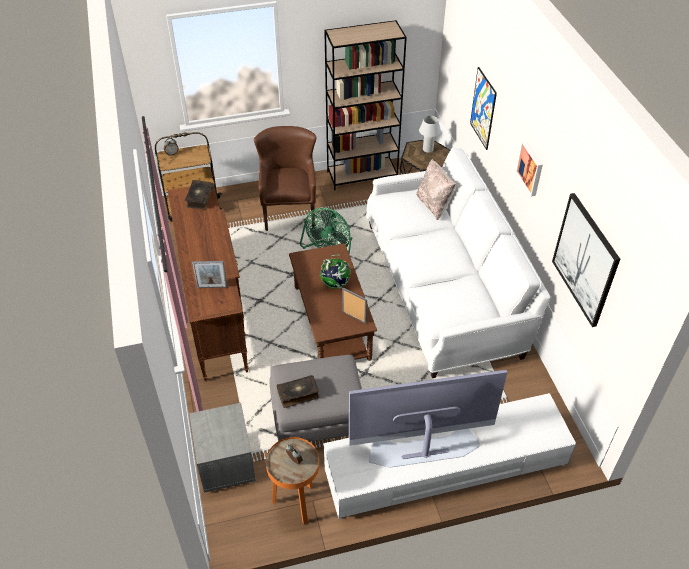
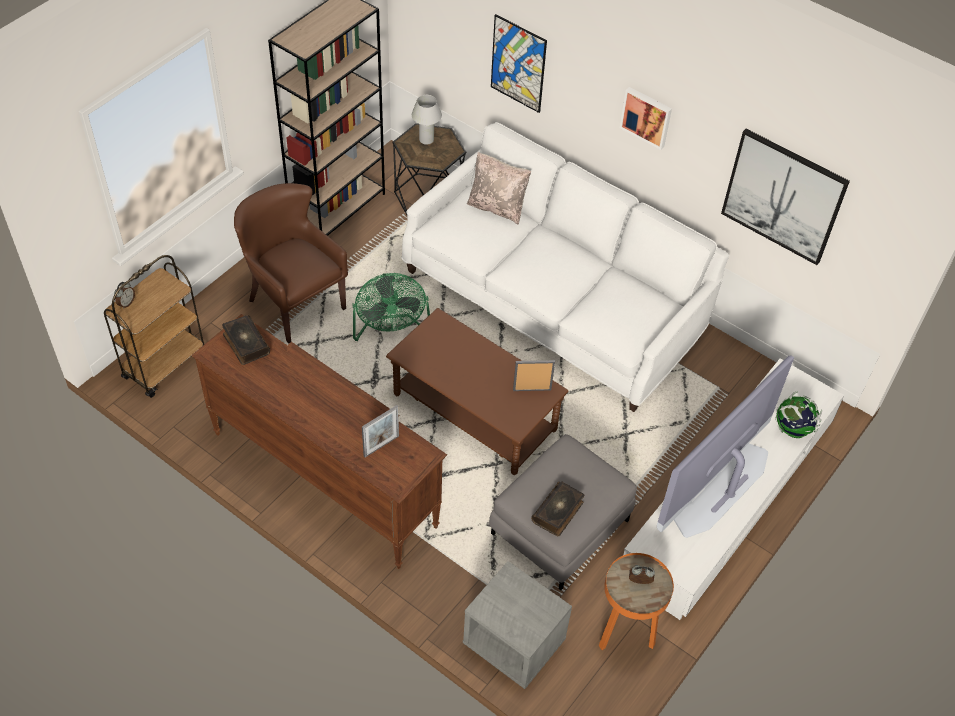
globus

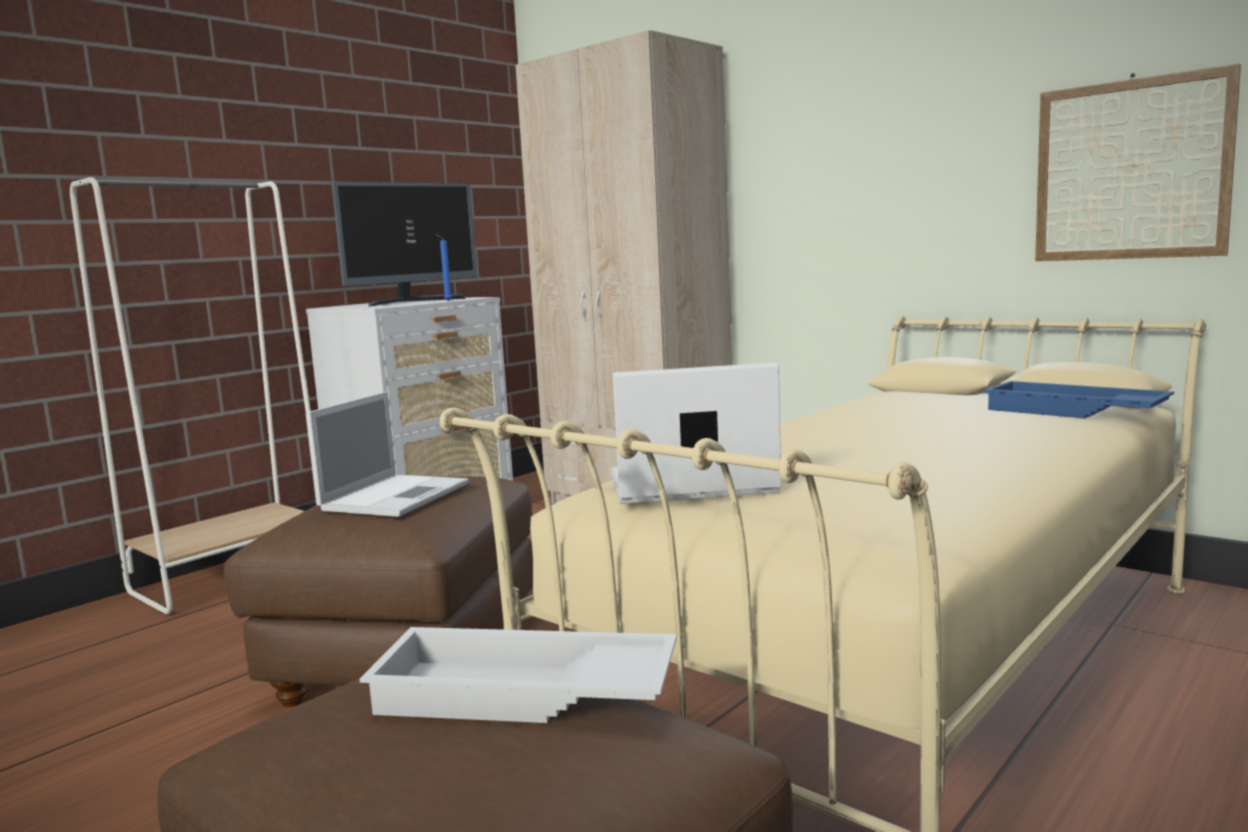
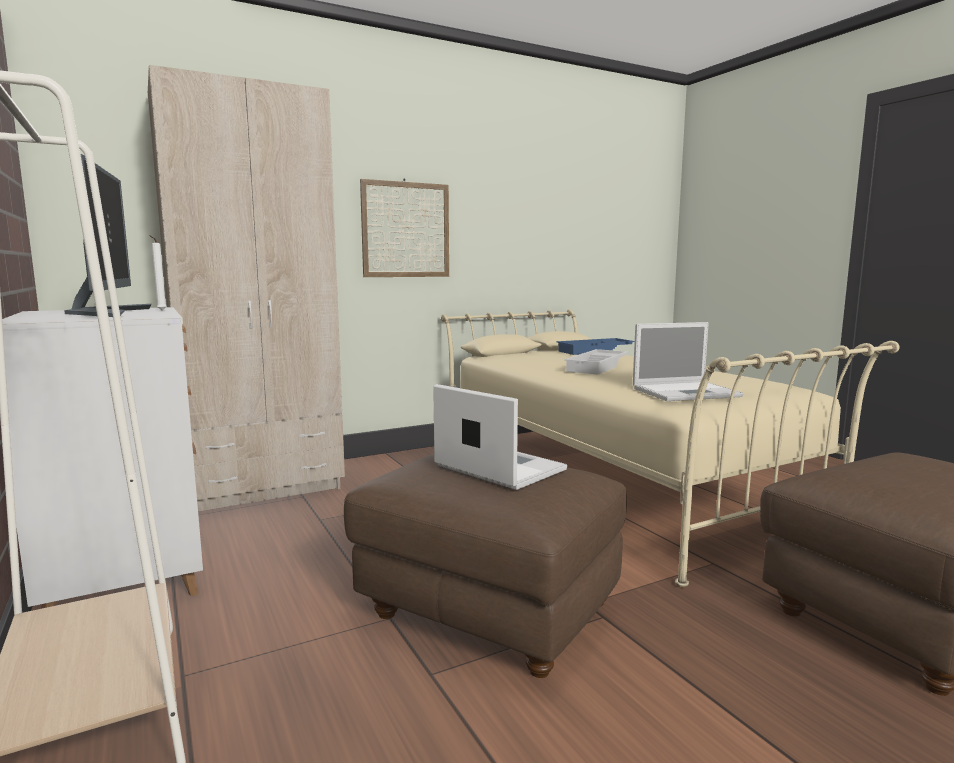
świeca/biały; obraz; taca/biały; laptop (no. 2 from left)

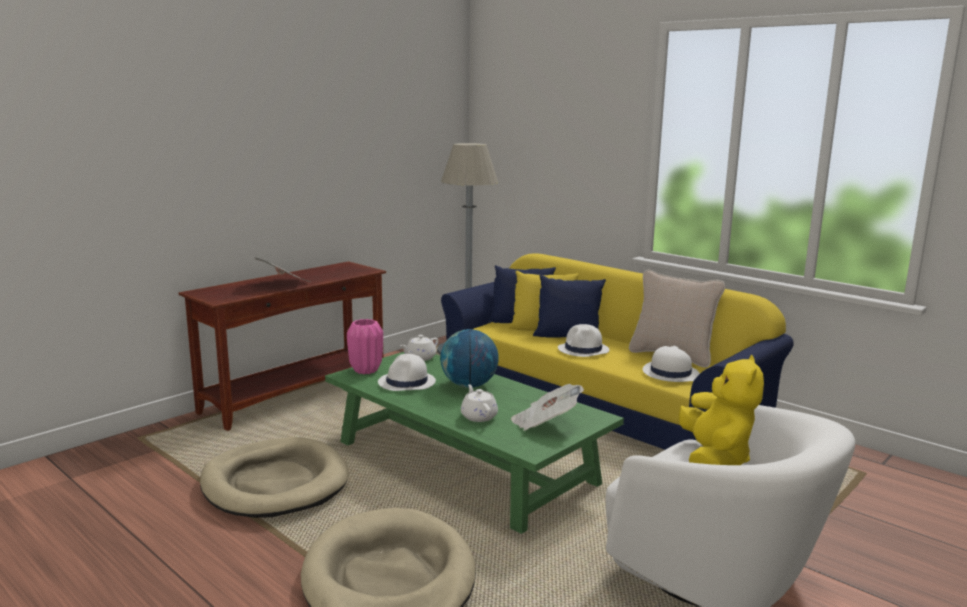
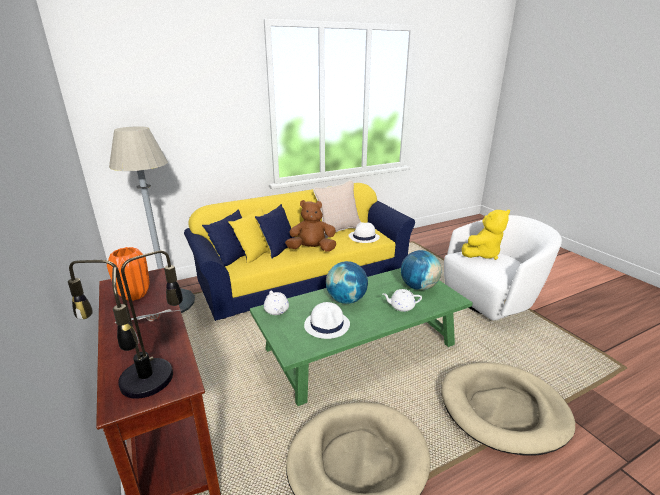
lampa stołowa; wazon/pomarańczowy; pluszak/brązowy; globus (no. 2 from left); pluszak/żółty; wazon/różowy

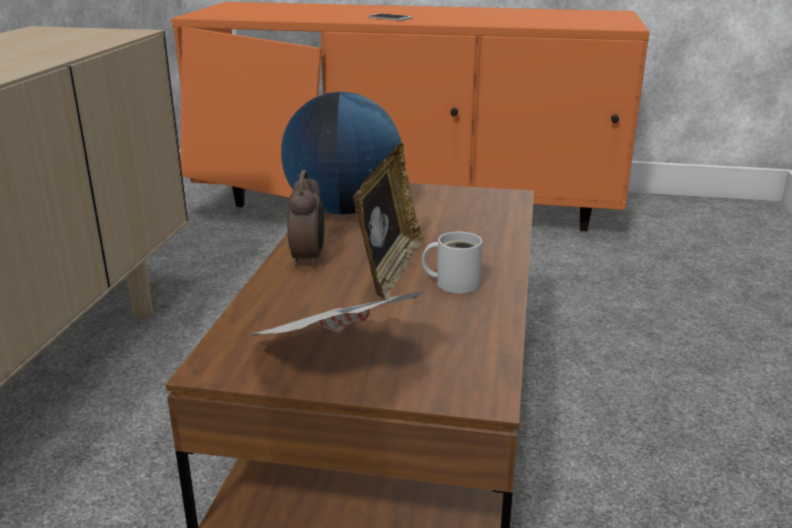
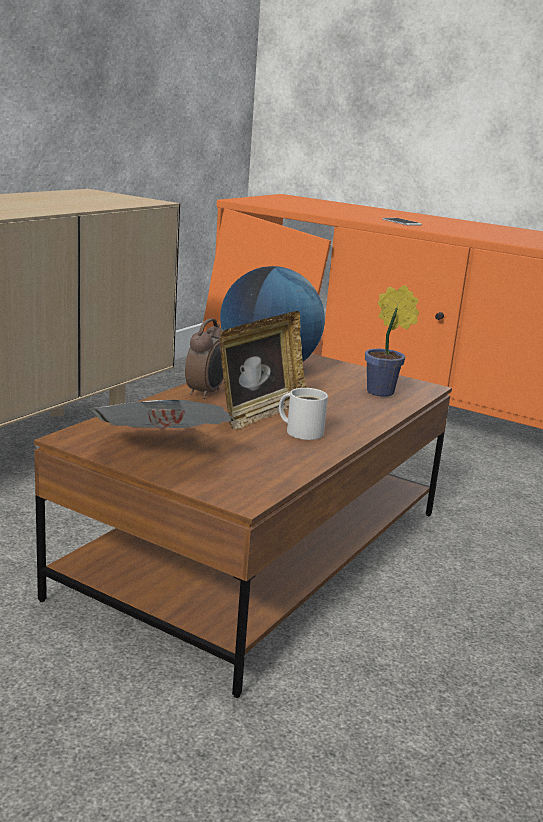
roślina doniczkowa

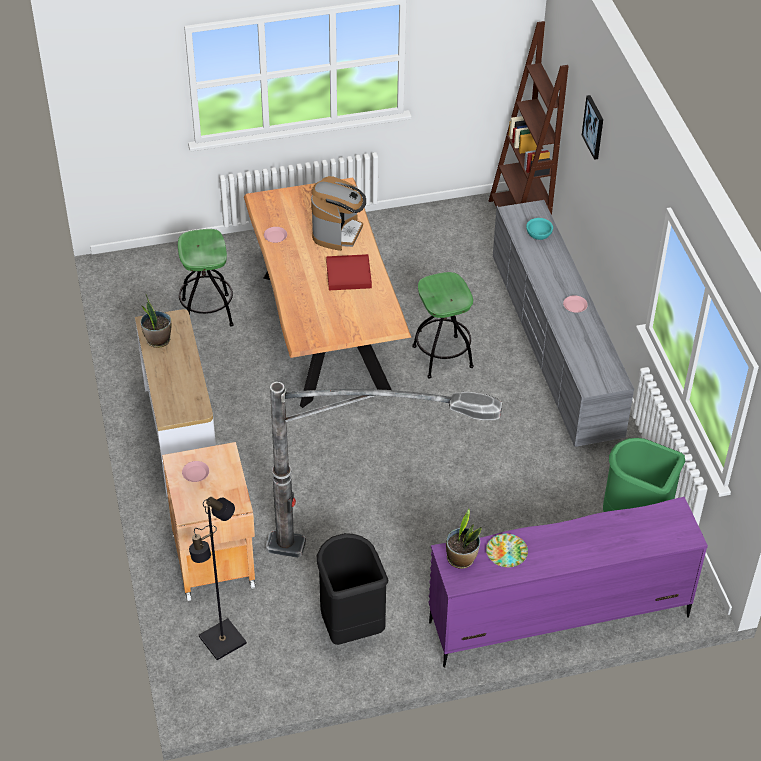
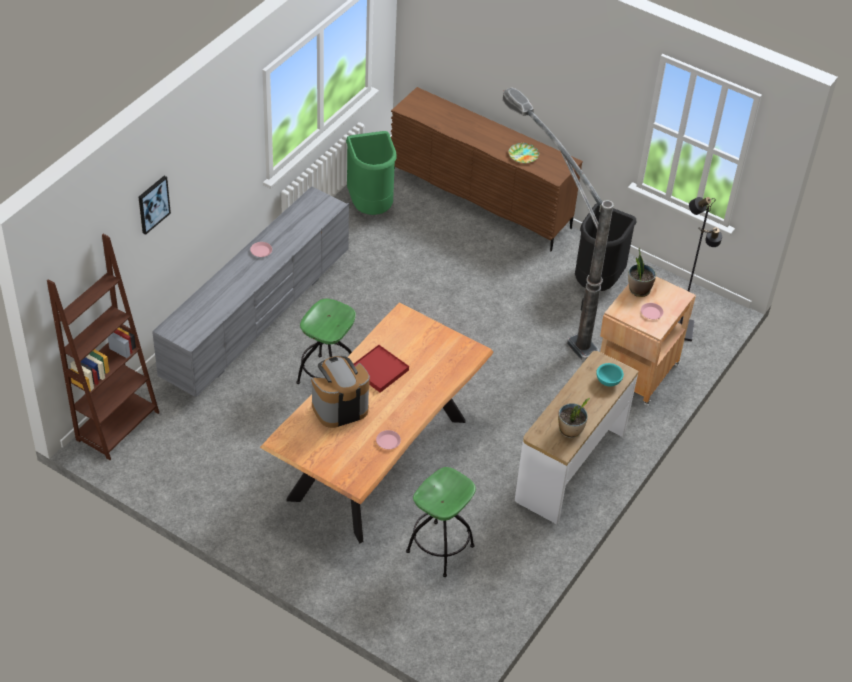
komoda/brązowy; miska/turkusowy; roślina doniczkowa (no. 2 from left)

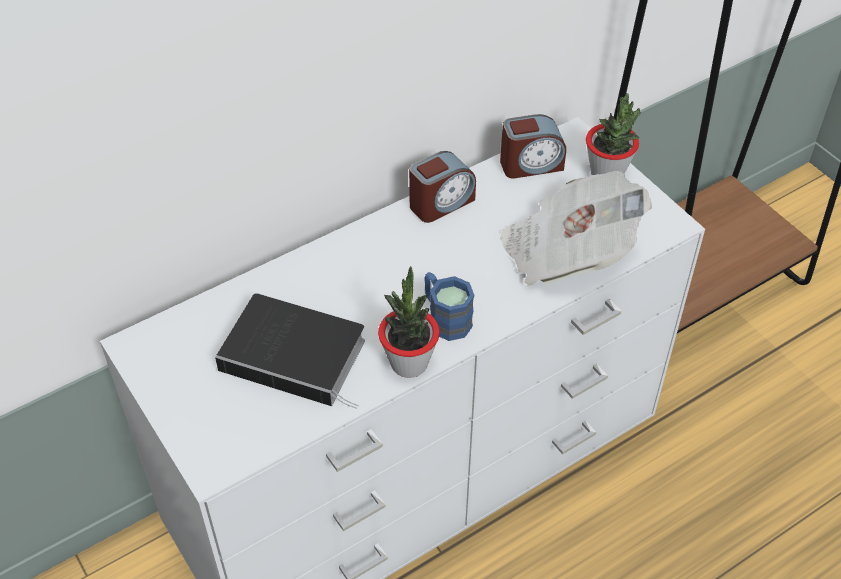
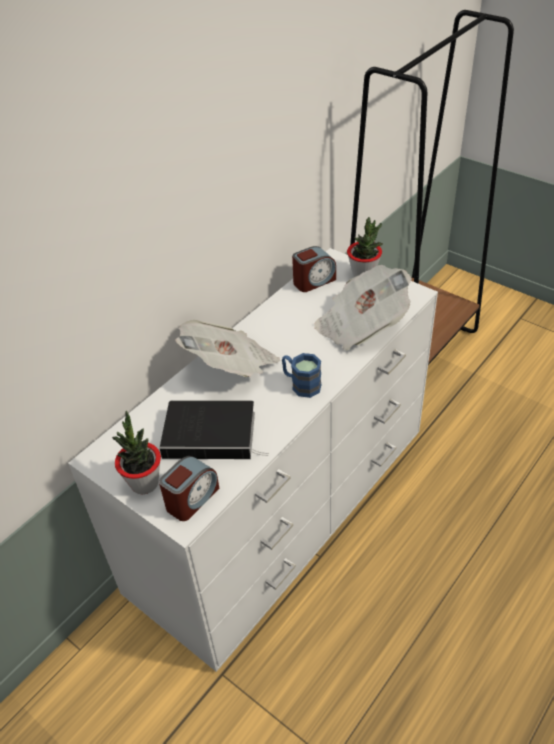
roślina doniczkowa (no. 1 from left); budzik (no. 1 from left); gazeta (no. 1 from left)

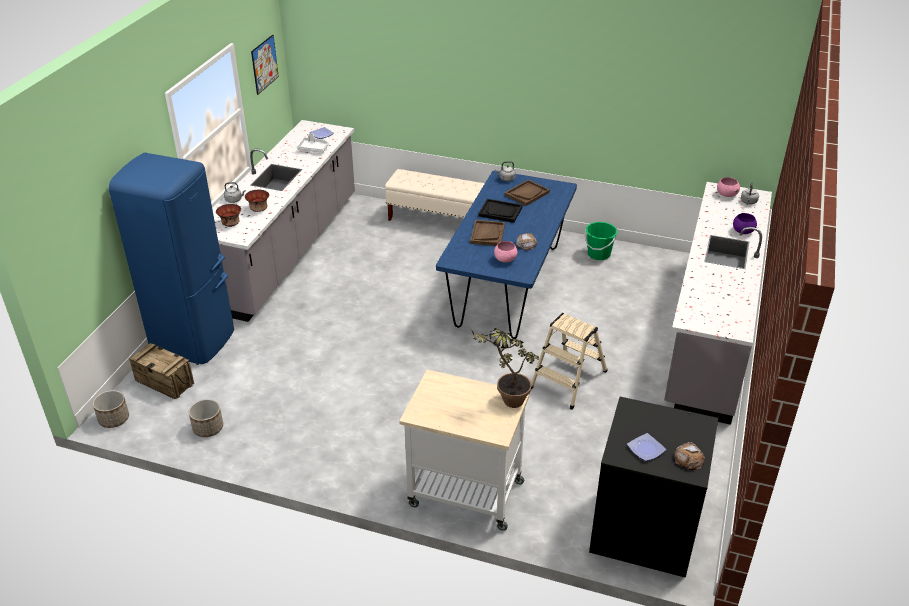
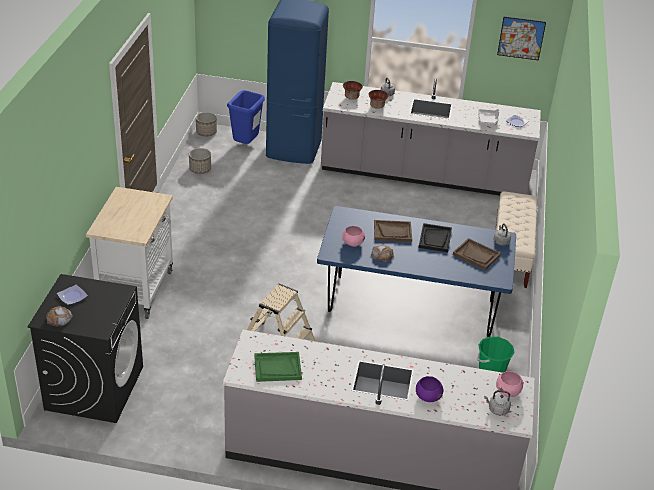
kosz na śmieci/niebieski; taca/zielony; roślina doniczkowa

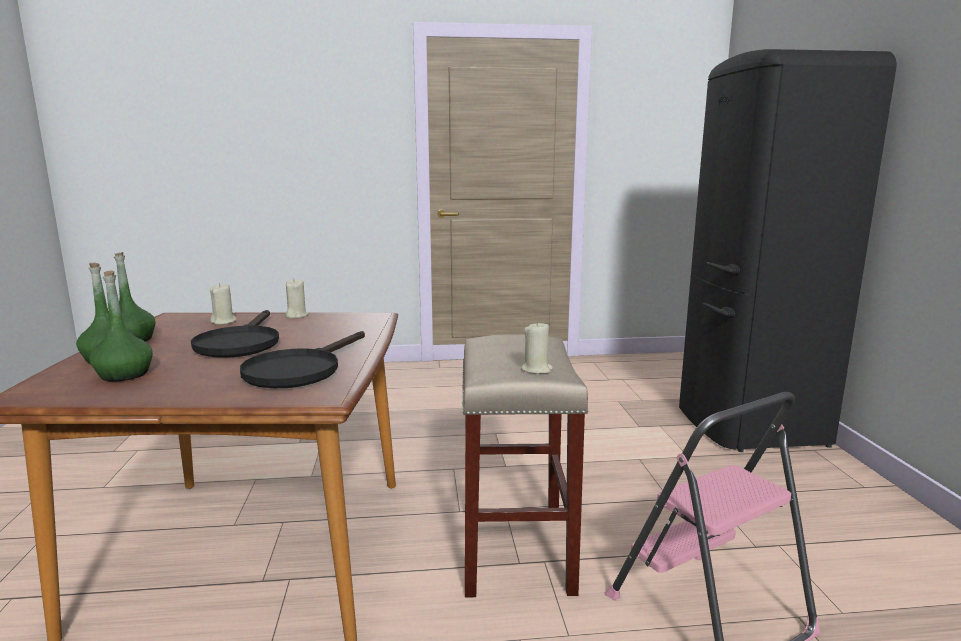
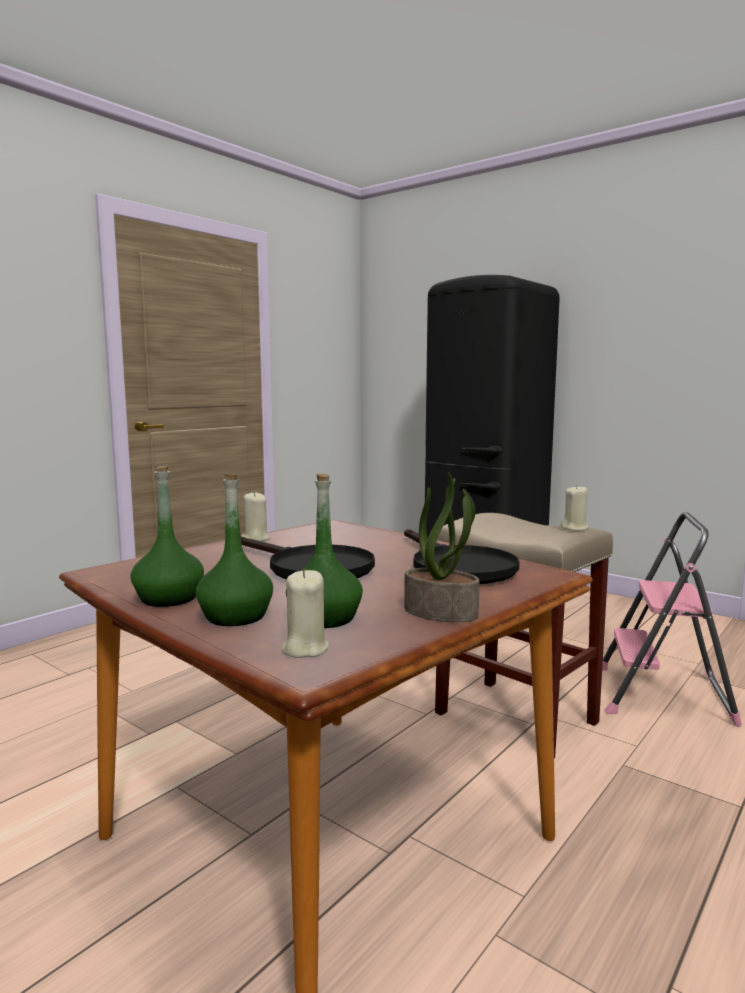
świeca/beżowy (no. 2 from left); roślina doniczkowa

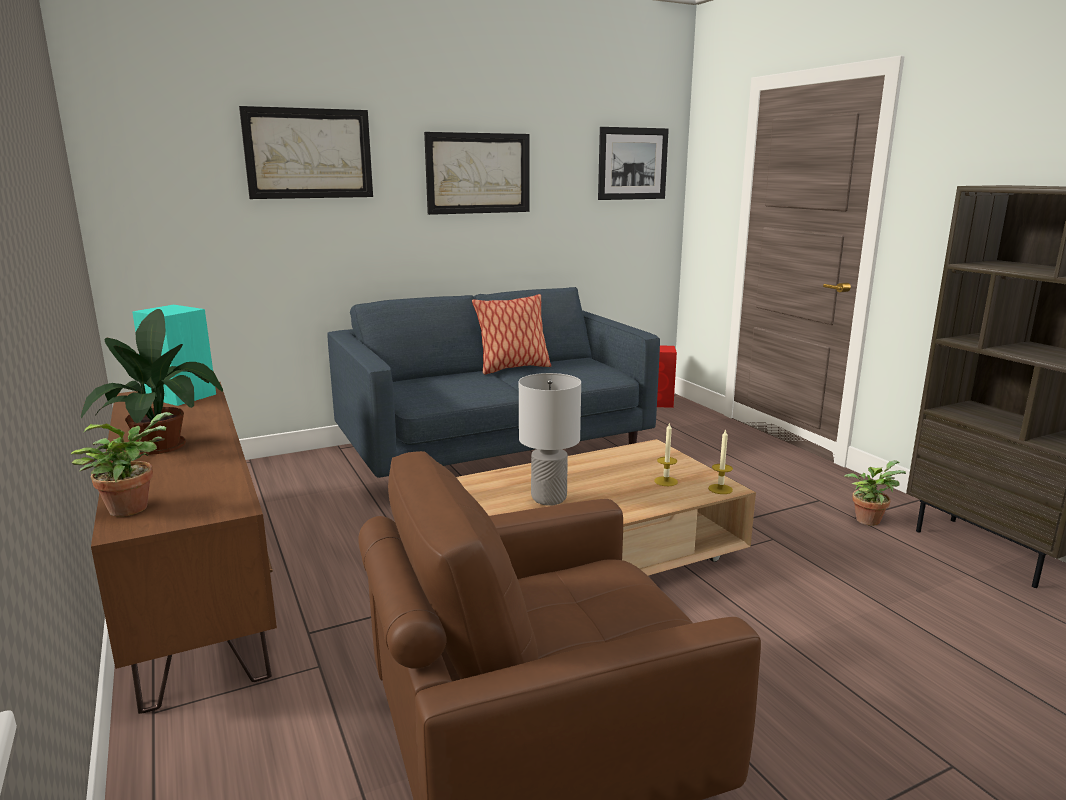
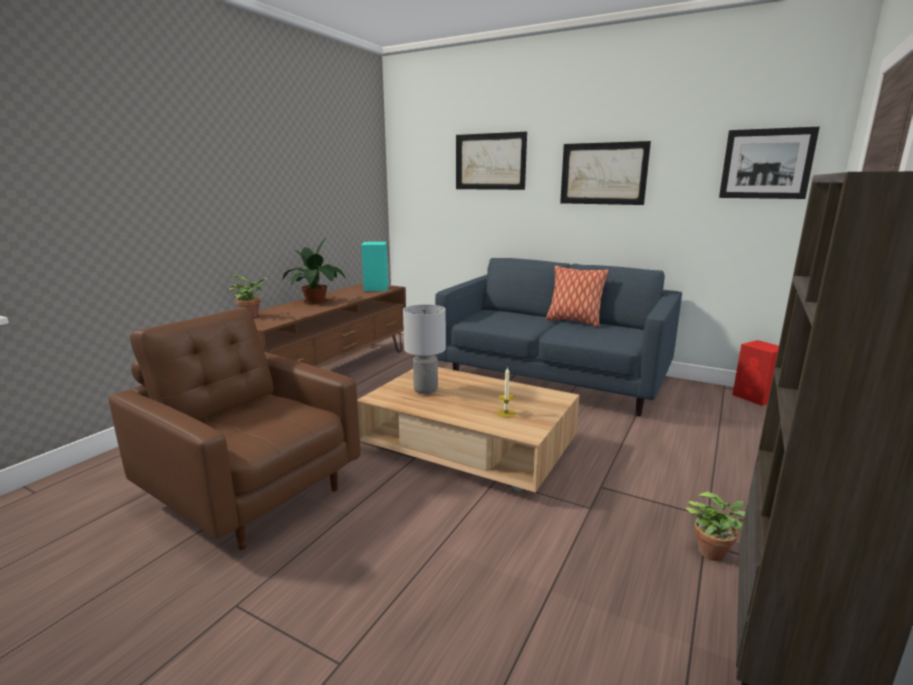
świeca (no. 2 from left in the first image)

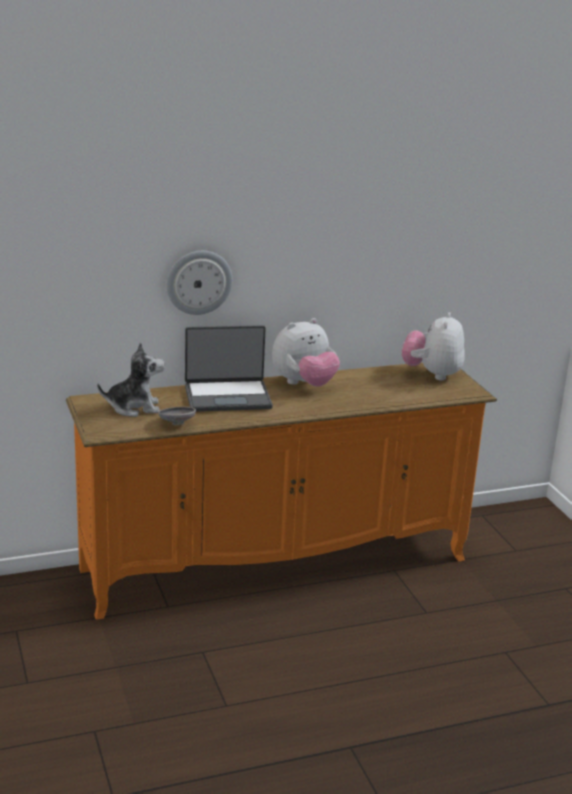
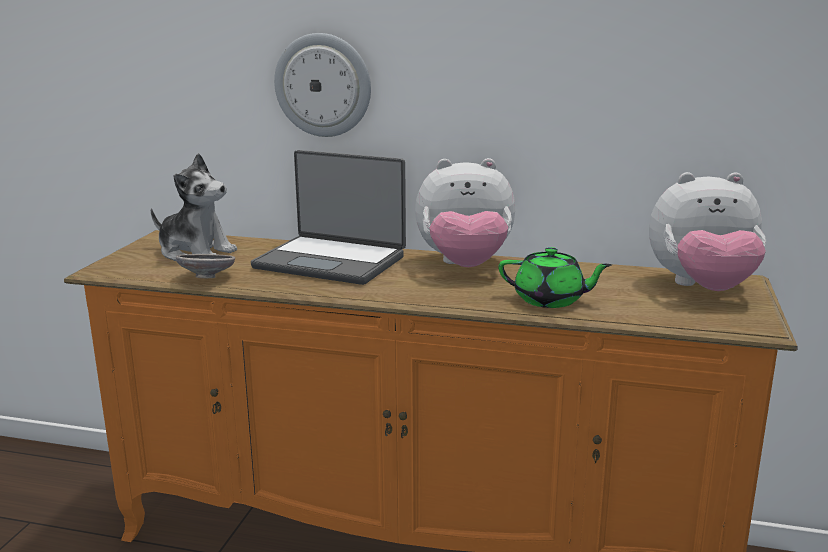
imbryk/zielony; pluszak (no. 3 from left)

